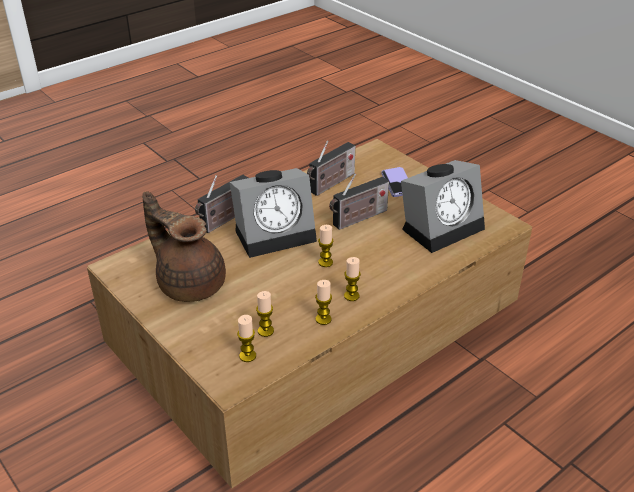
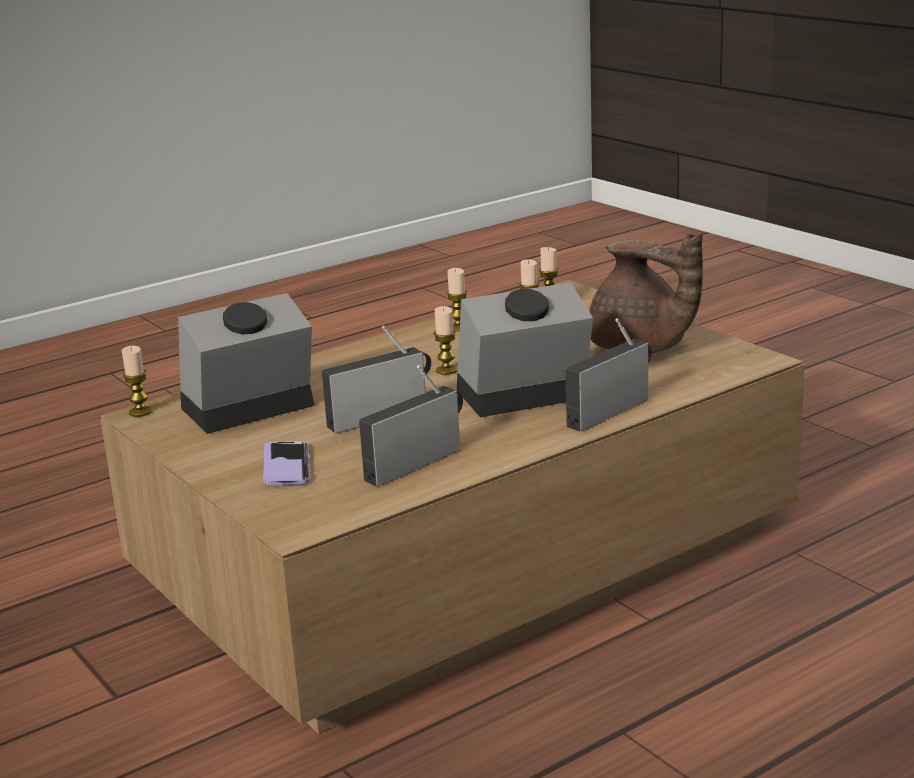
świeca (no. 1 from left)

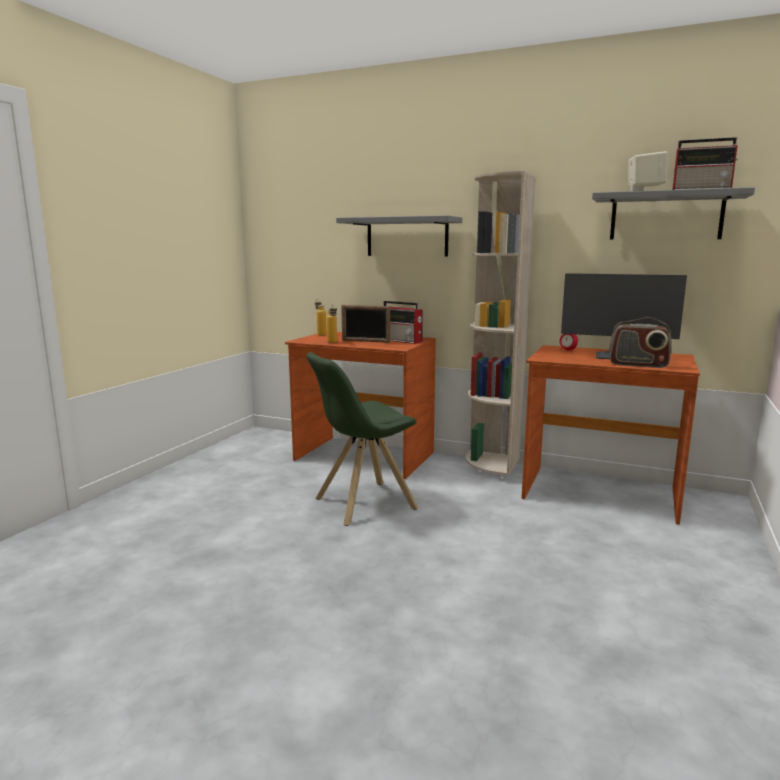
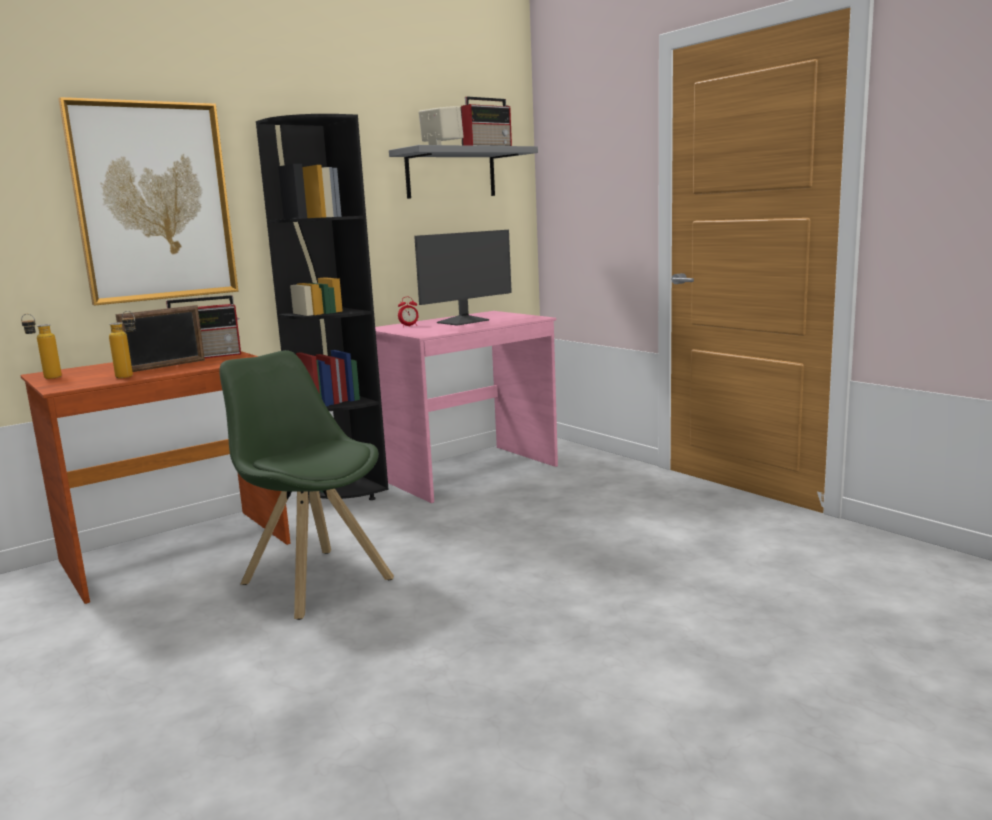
obraz; krzesło/zielony; regał/czarny; biurko/różowy; radio (no. 2 from left in the first image)

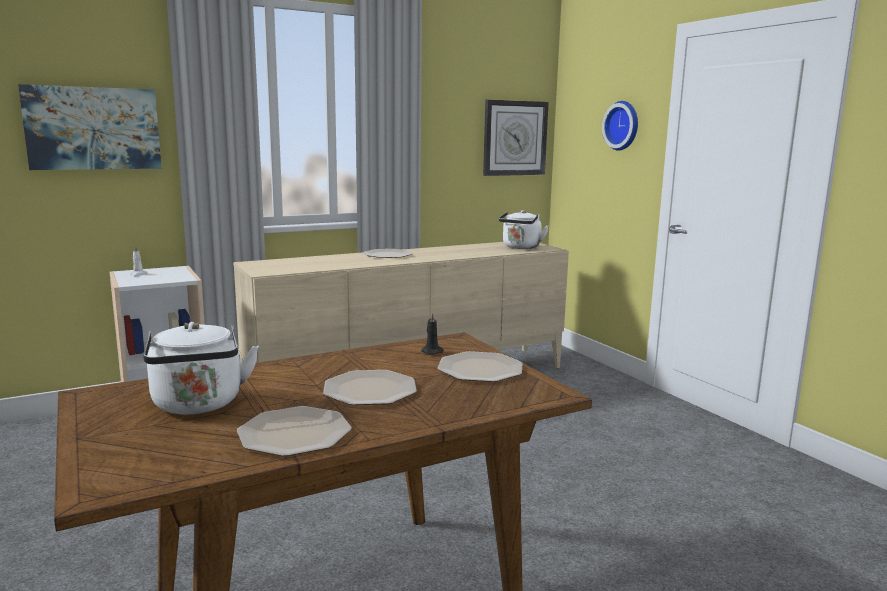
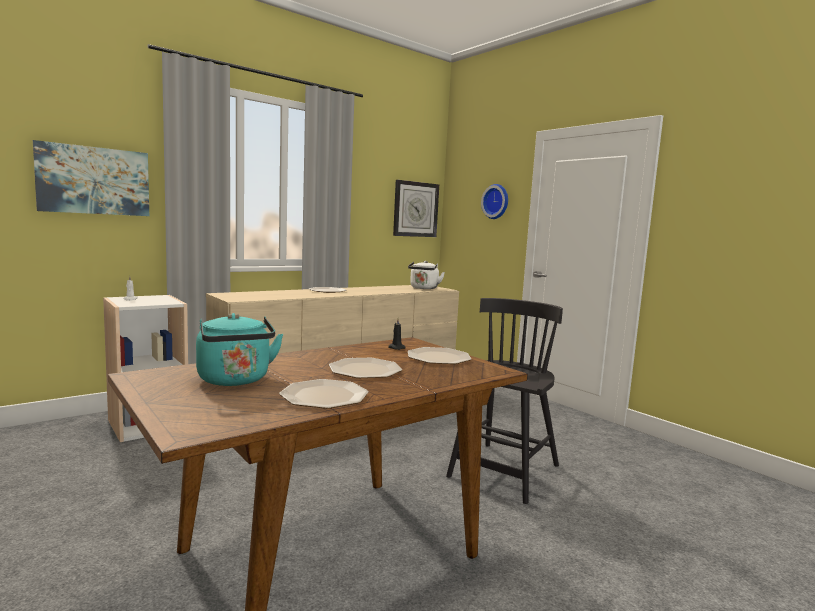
czajnik/turkusowy; krzesło/czarny

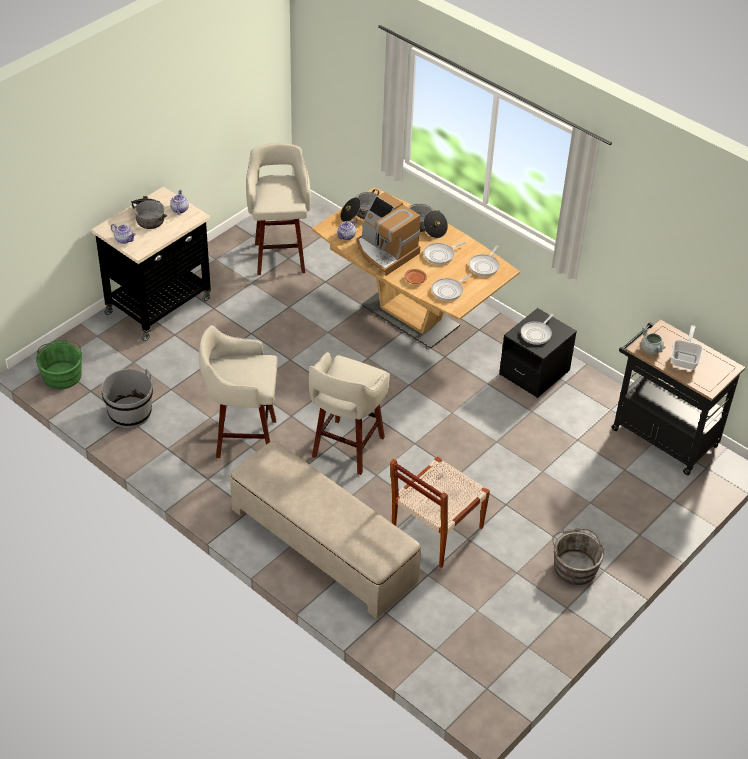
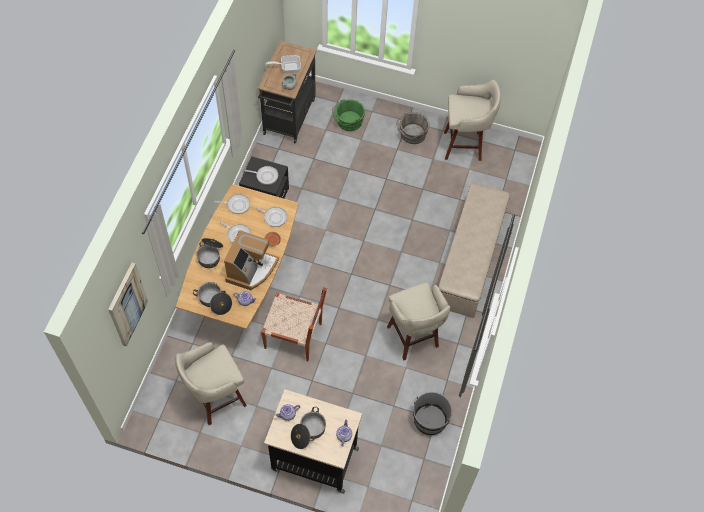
obraz; krzesło; wiadro/zielony; stołek/beżowy (no. 3 from left)

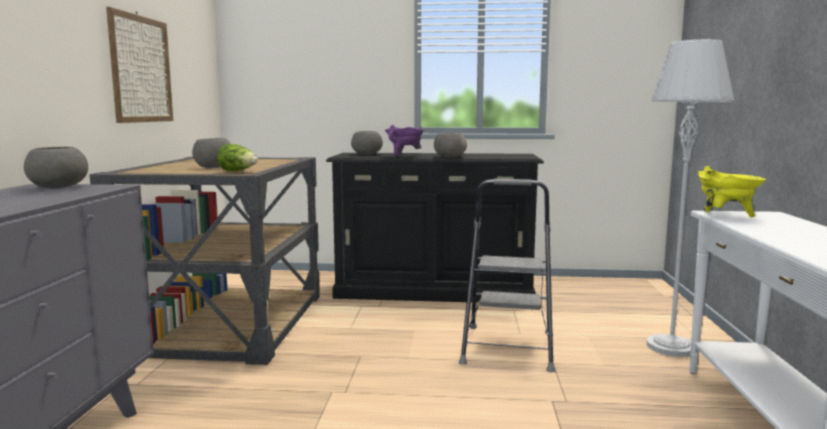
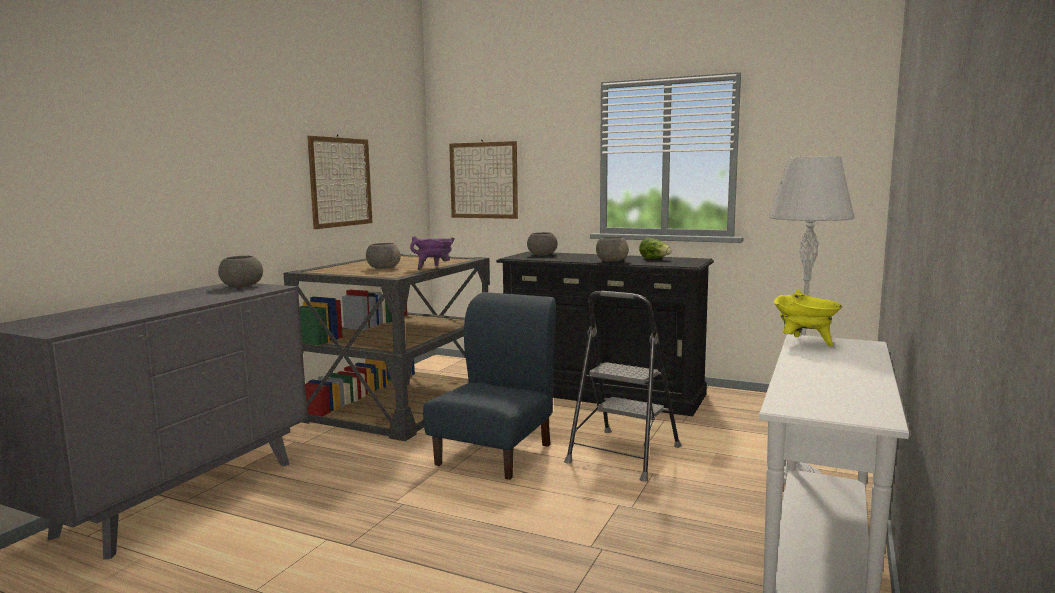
garnek/fioletowy; krzesło/niebieski; obraz (no. 2 from left); sałata

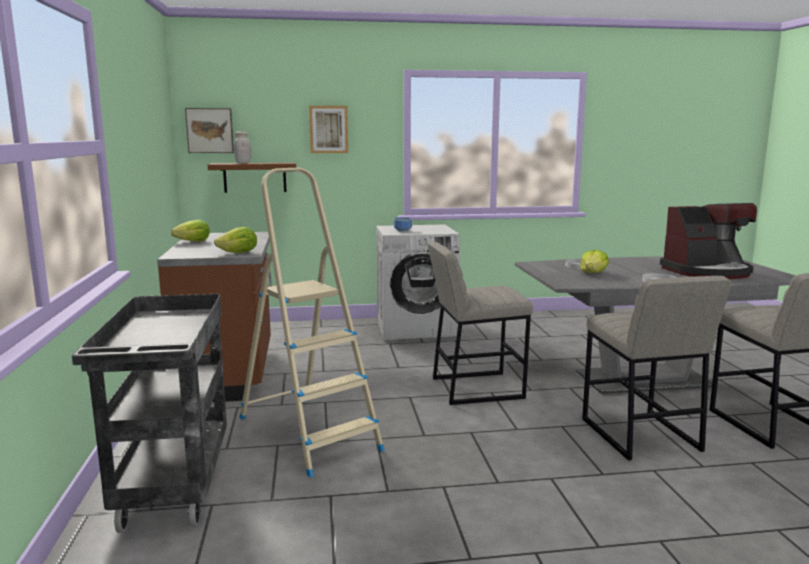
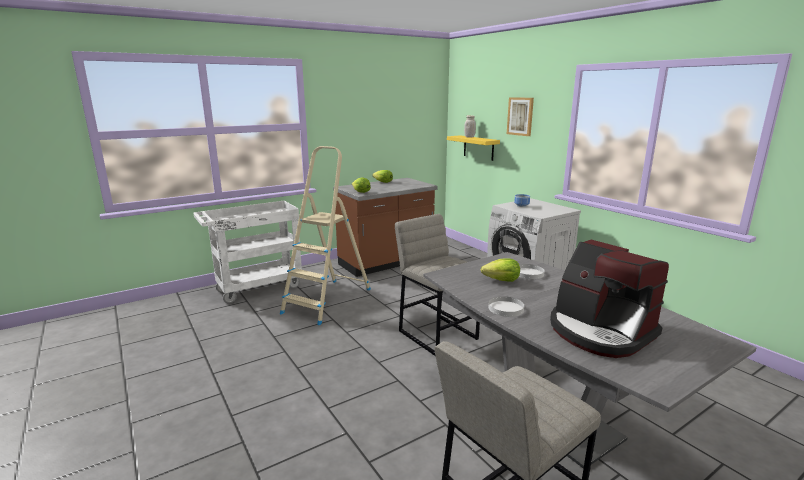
wózek/biały; półka/żółty; obraz (no. 1 from left in the first image); krzesło/szary (no. 2 from left in the first image)

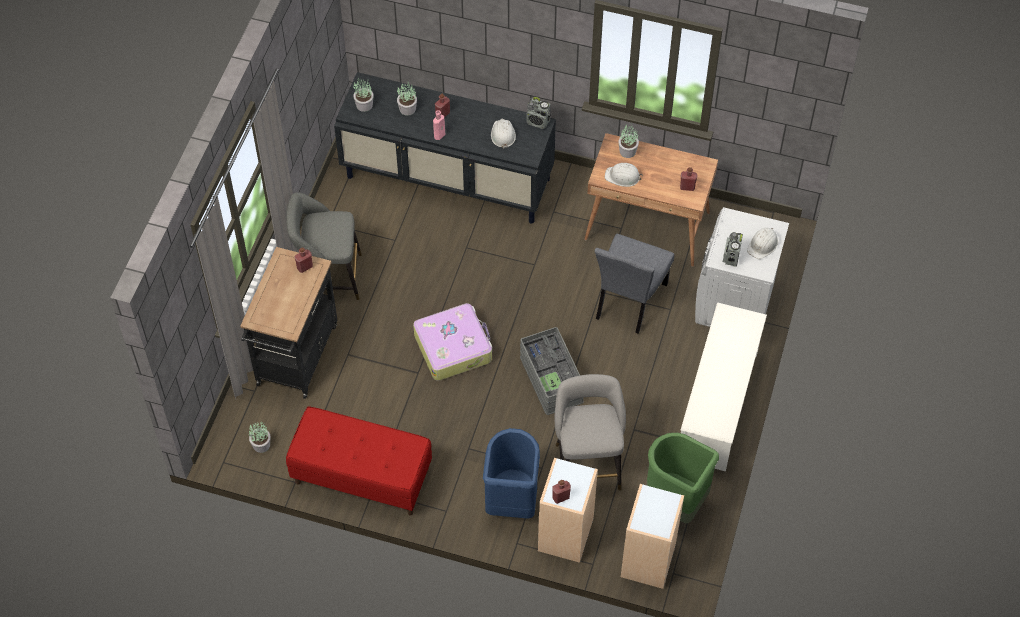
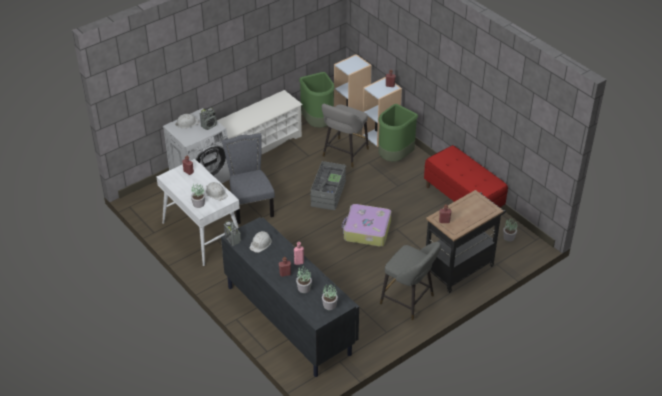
biurko/biały; krzesło/szary; kosz na śmieci/zielony (no. 2 from left)

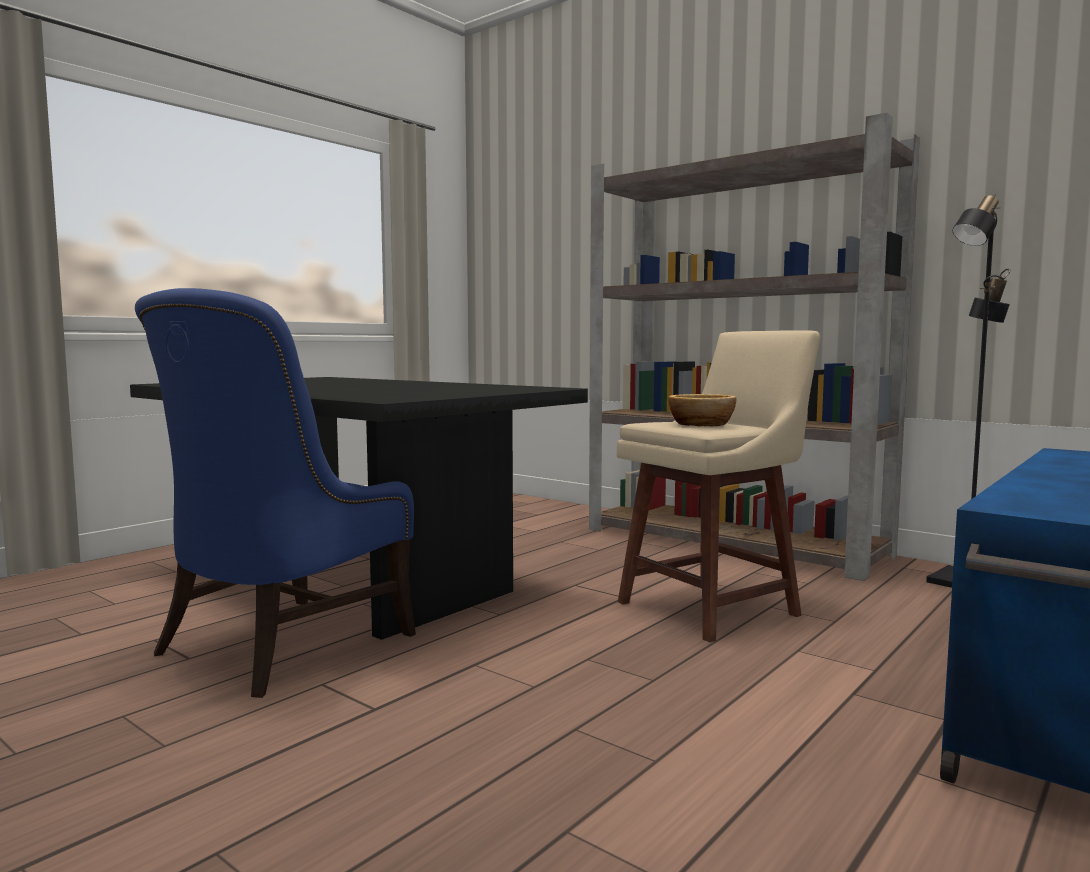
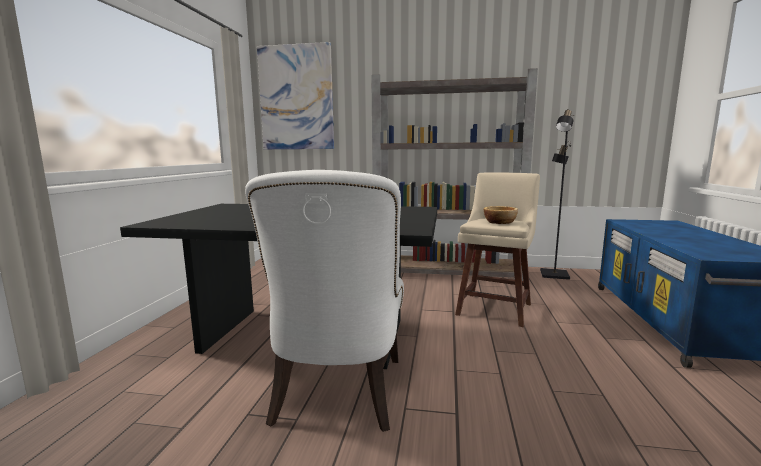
krzesło/biały; obraz

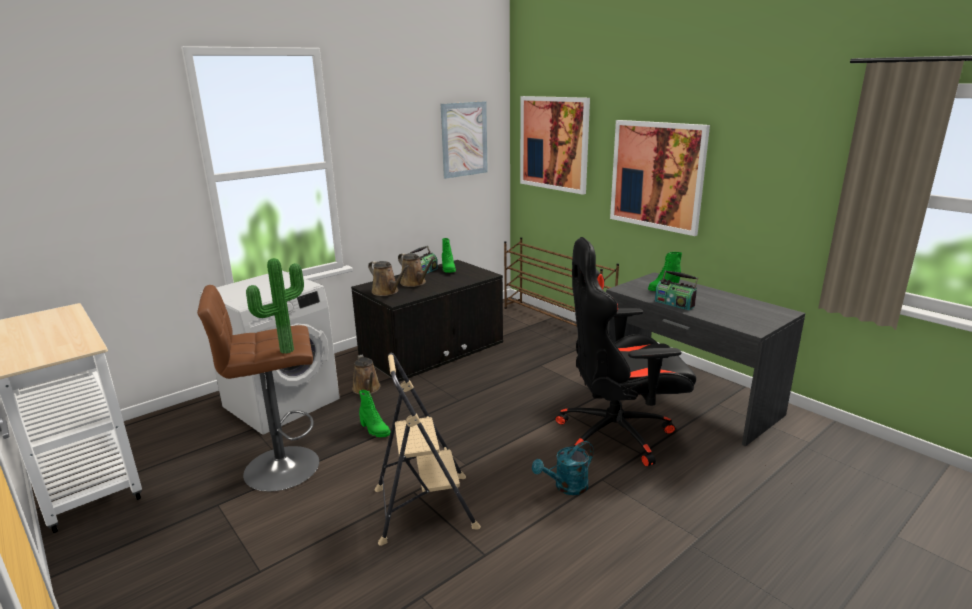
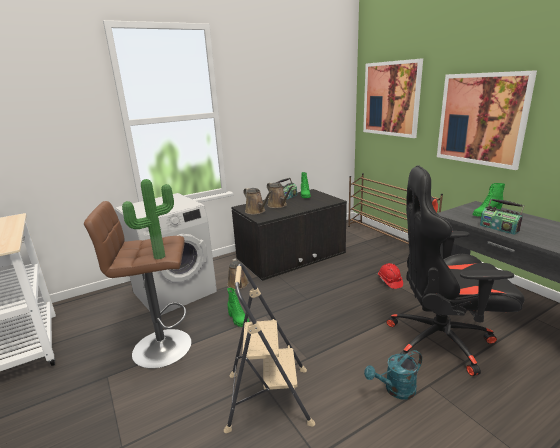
kask/czerwony; obraz (no. 1 from left in the first image)

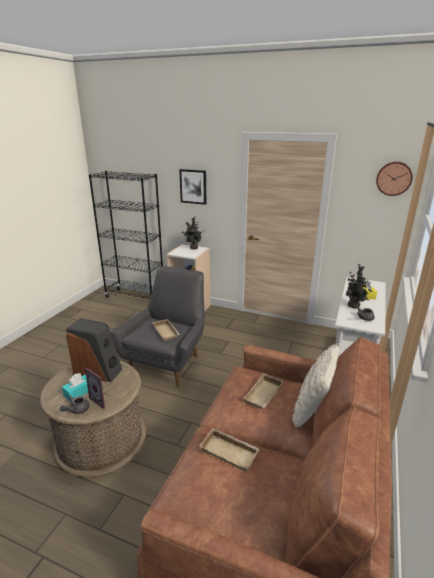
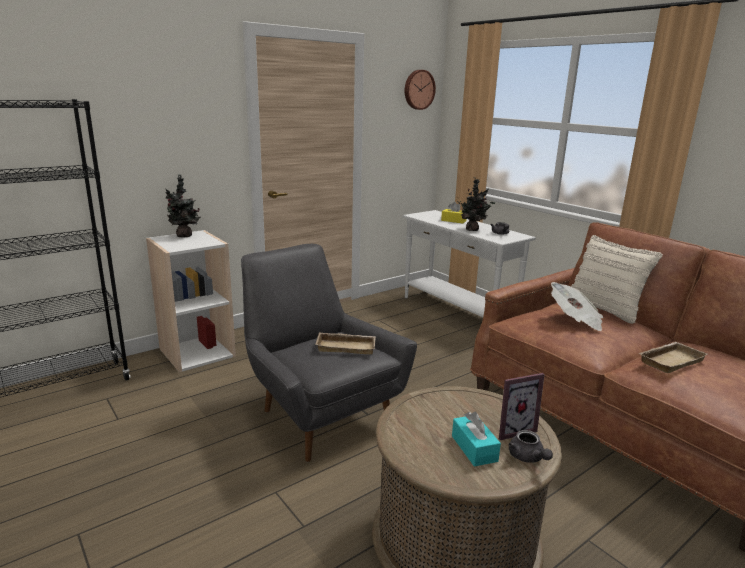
gazeta; głośnik; obraz

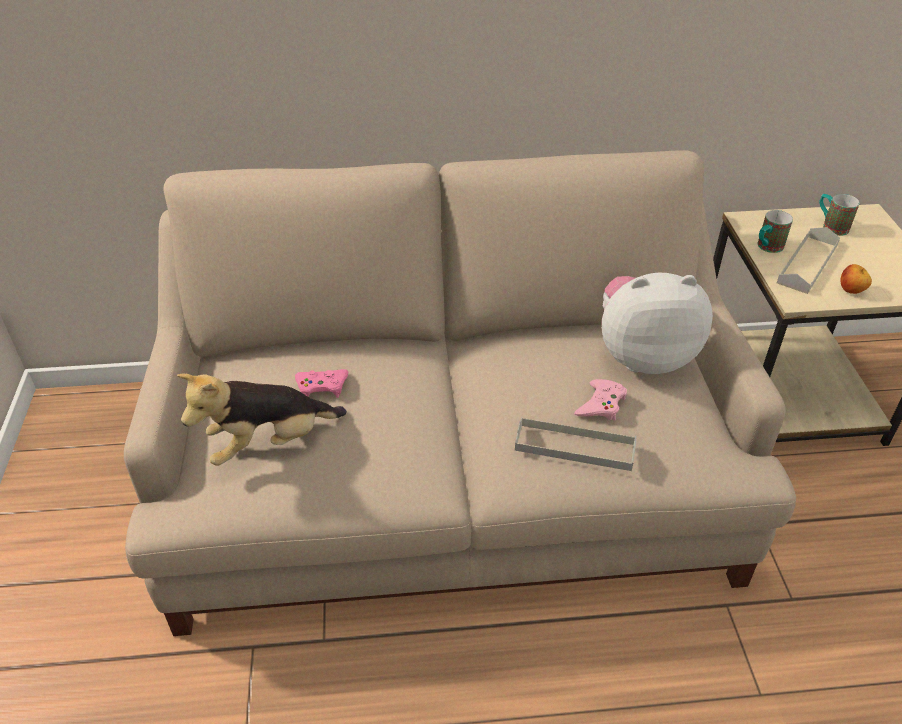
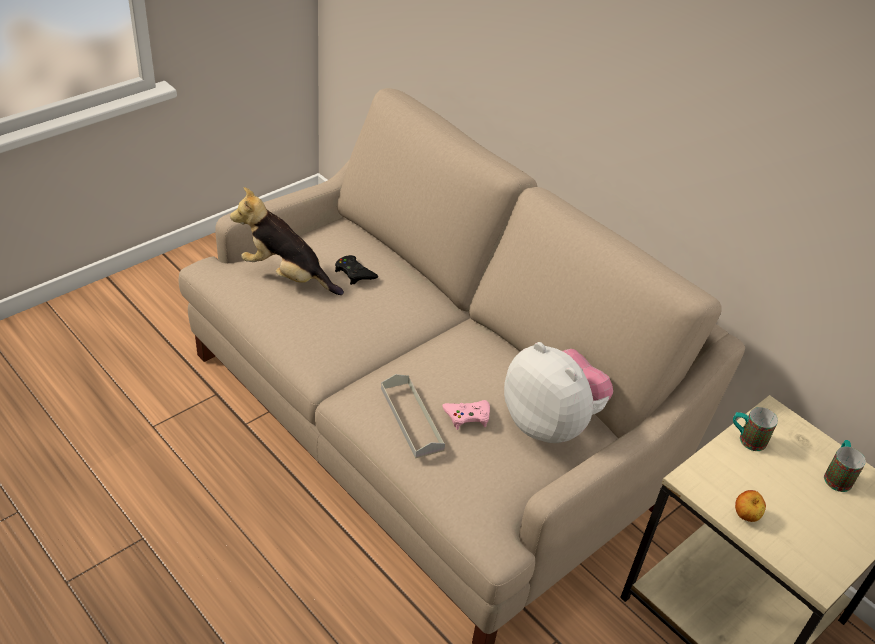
pad do gier/czarny; taca/szary (no. 2 from left in the first image)

